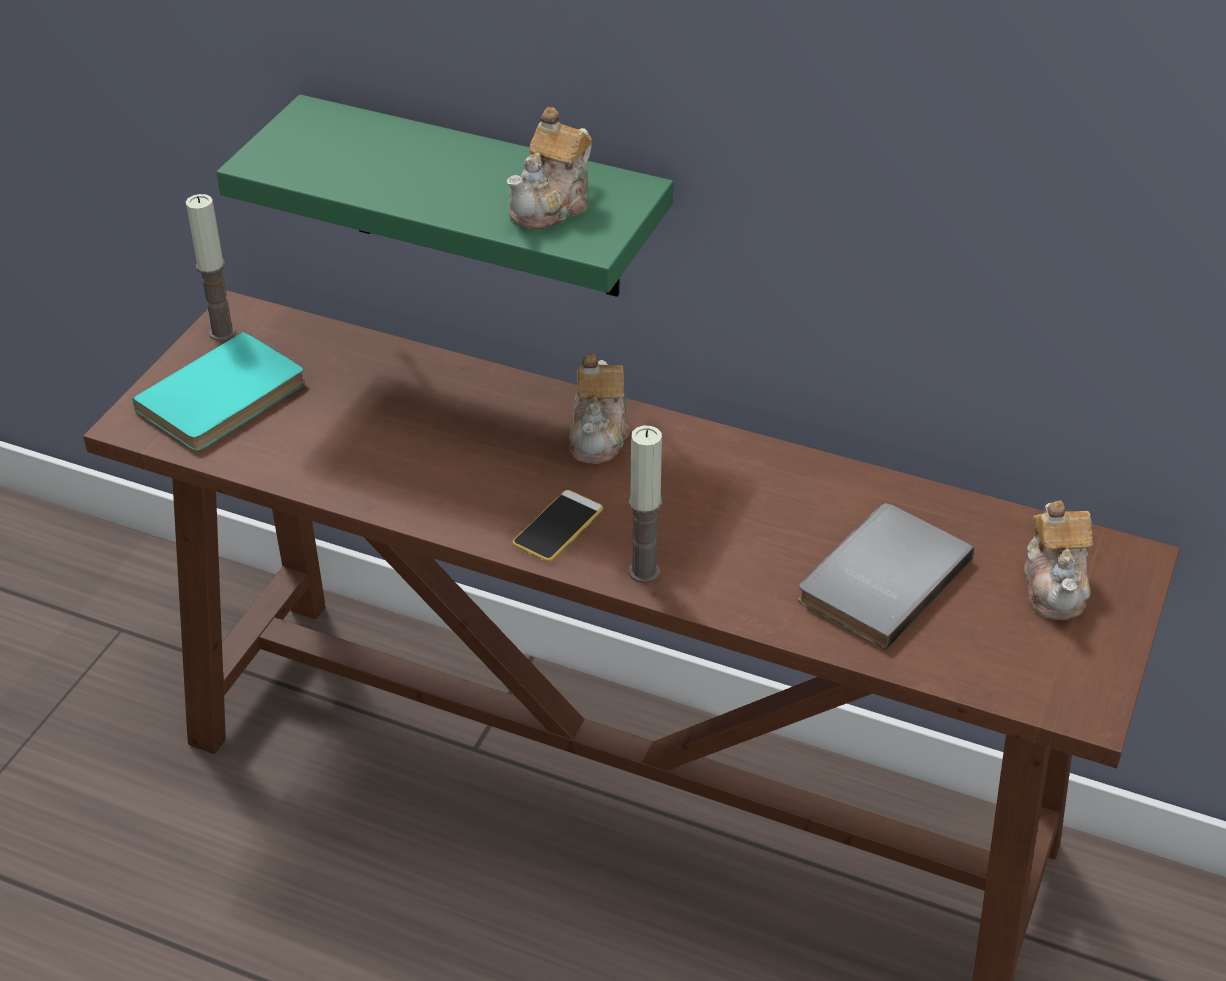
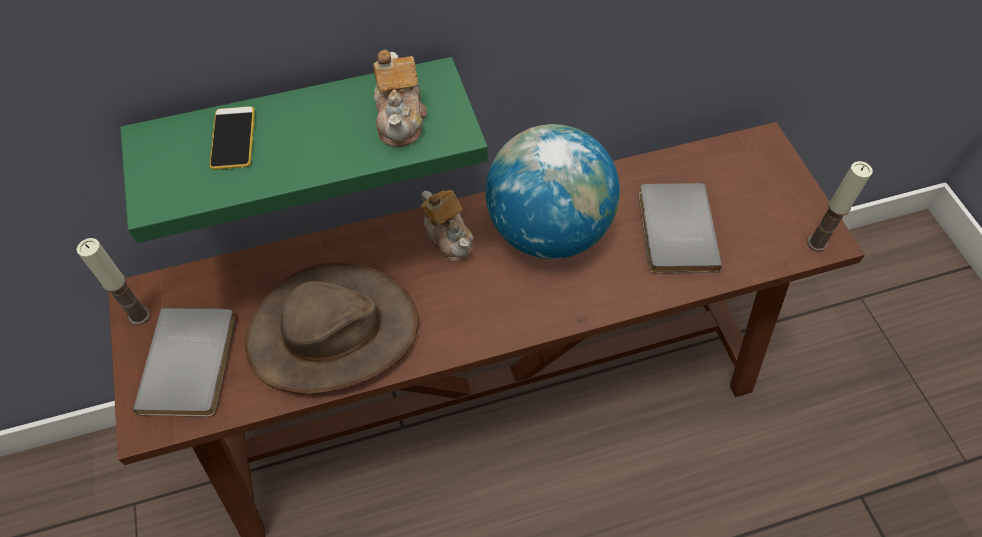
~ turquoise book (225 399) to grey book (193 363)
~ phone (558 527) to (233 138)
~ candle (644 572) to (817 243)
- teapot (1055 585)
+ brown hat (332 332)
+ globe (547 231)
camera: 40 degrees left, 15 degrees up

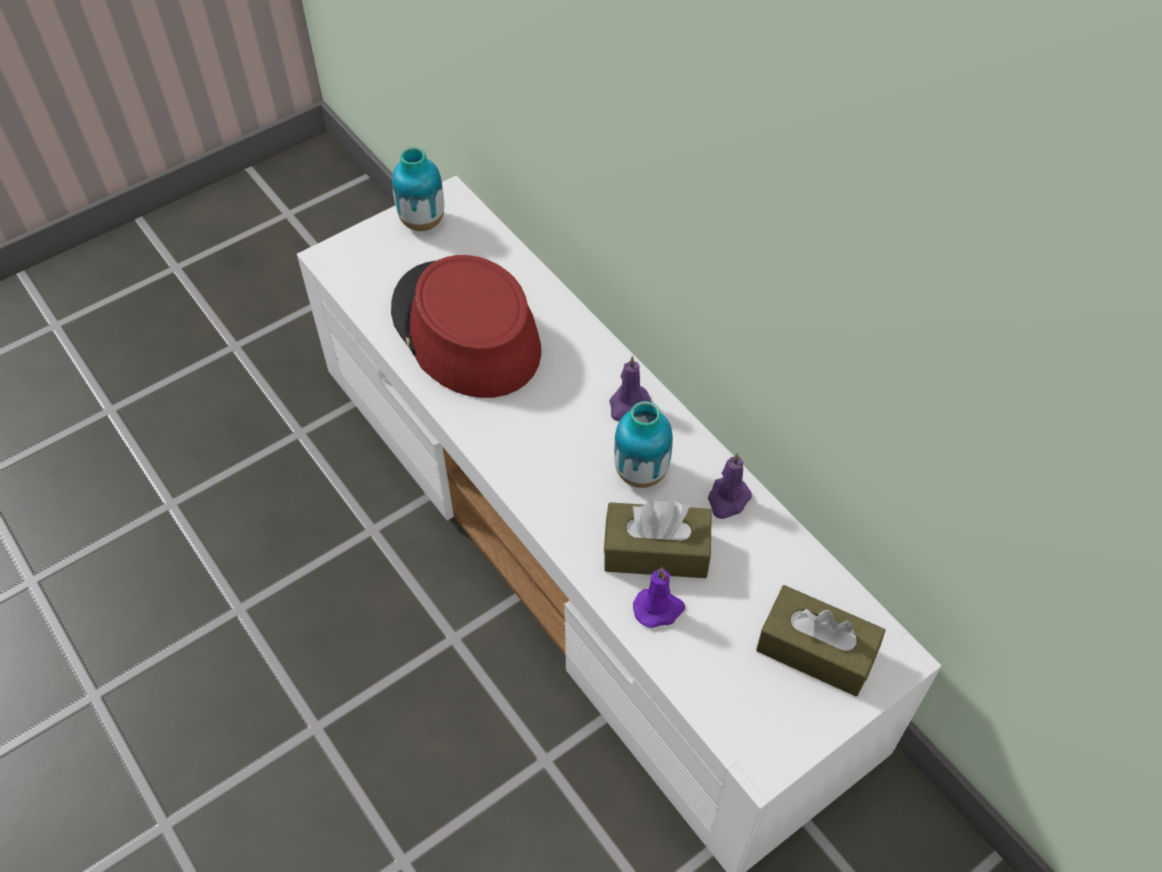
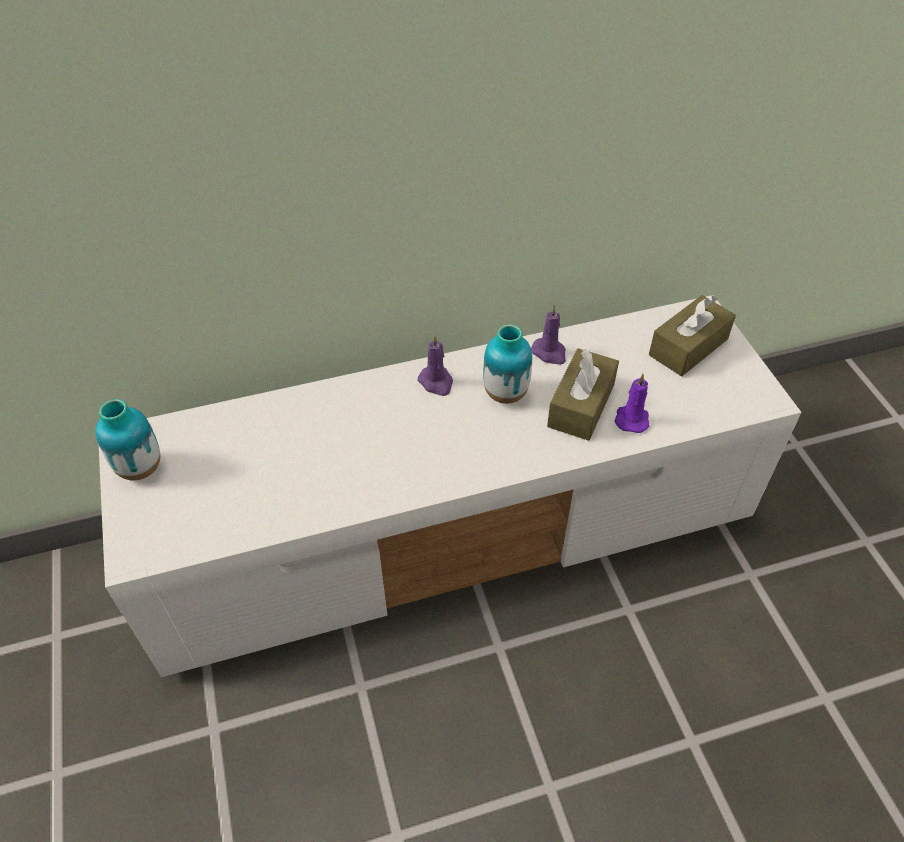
- red hat (464 331)
camera: 70 degrees left, 5 degrees down

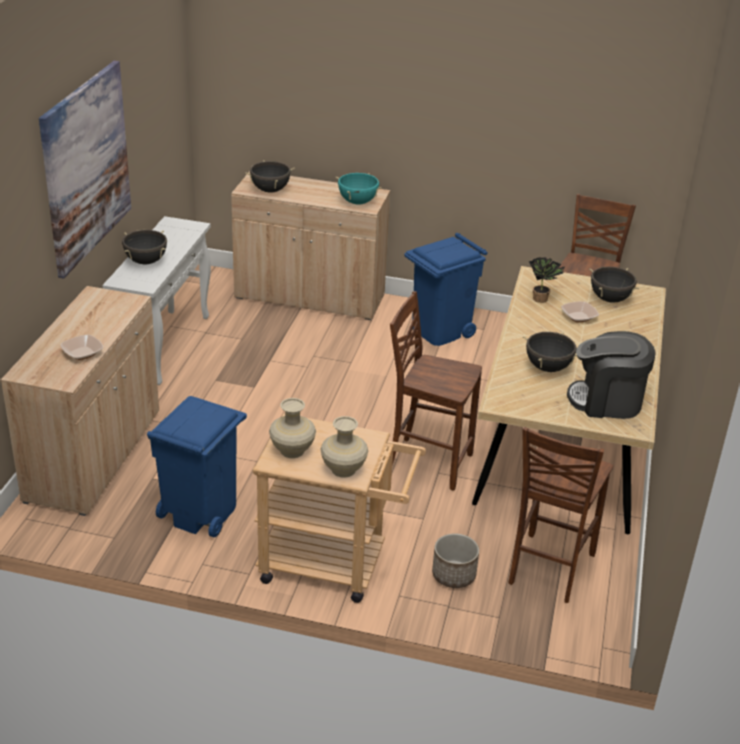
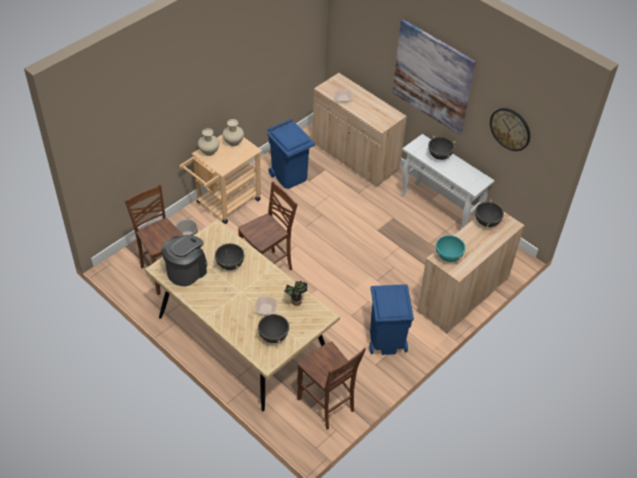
+ wall clock (510 129)
camera: 120 degrees right, 15 degrees up

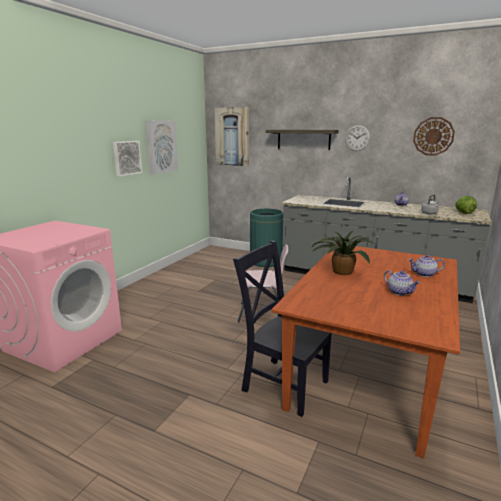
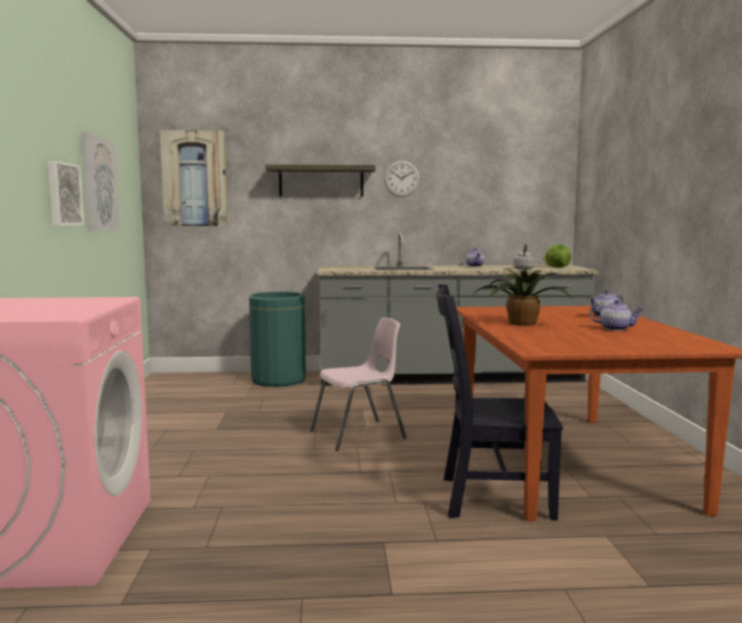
- wall clock (433 136)
camera: 30 degrees left, 10 degrees down

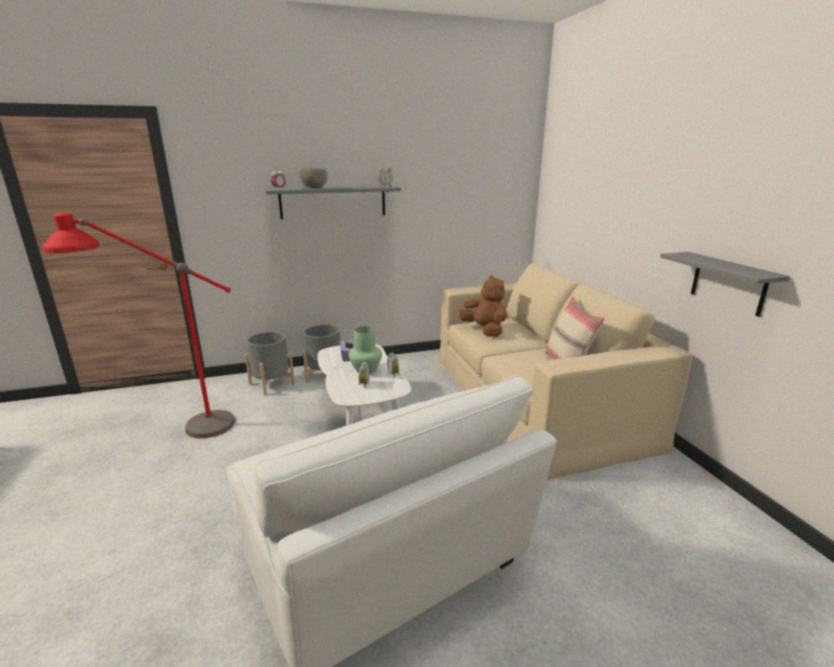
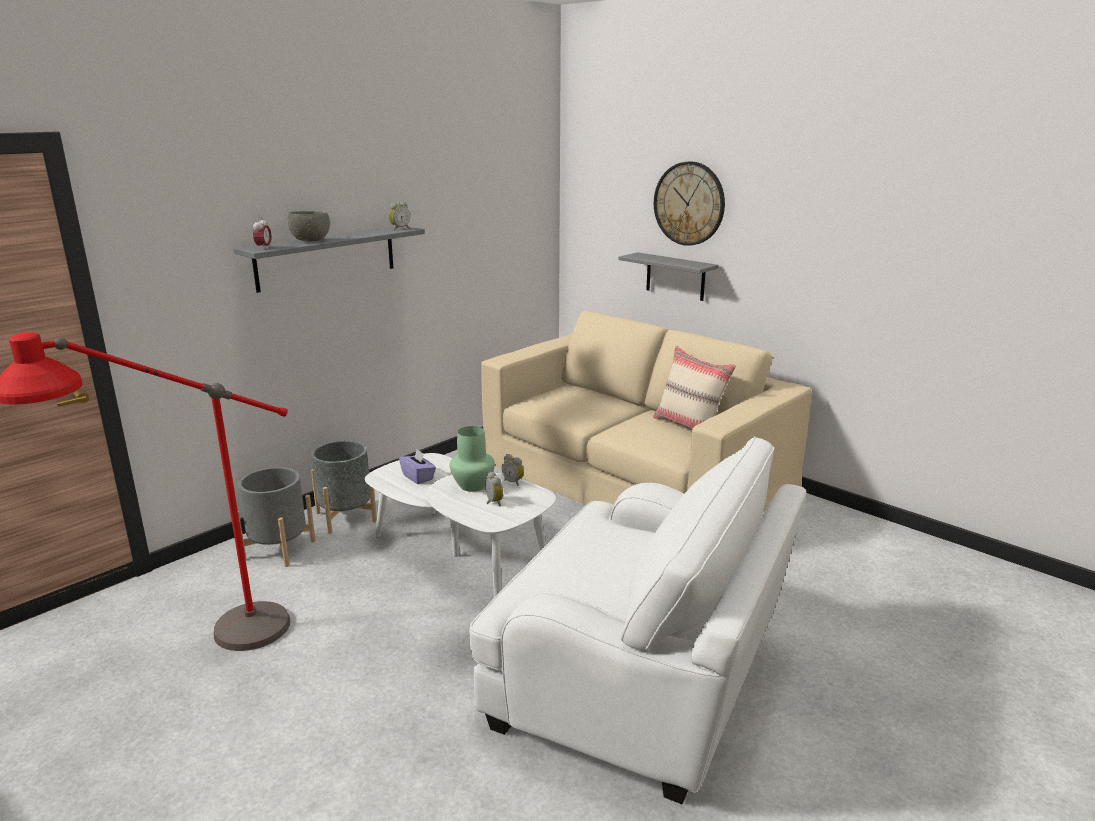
- brown plush toy (484 330)
~ grey shelf (728 283) to (675 276)
+ wall clock (689 203)
camera: 30 degrees left, 0 degrees up

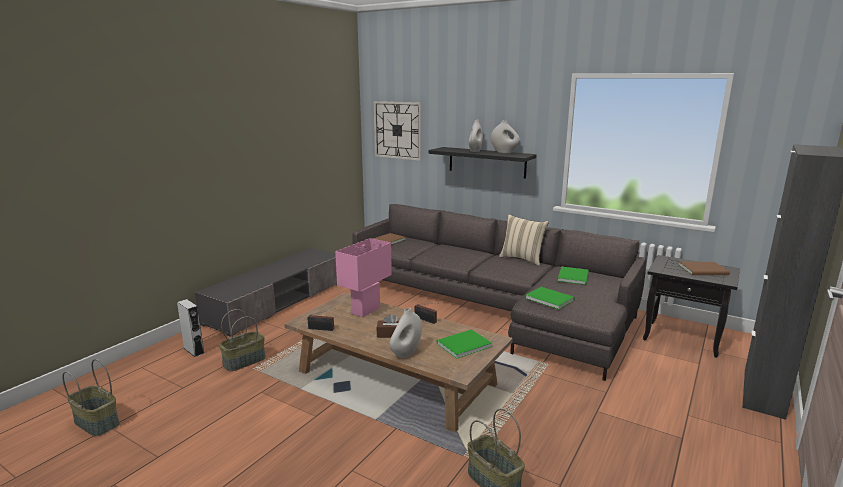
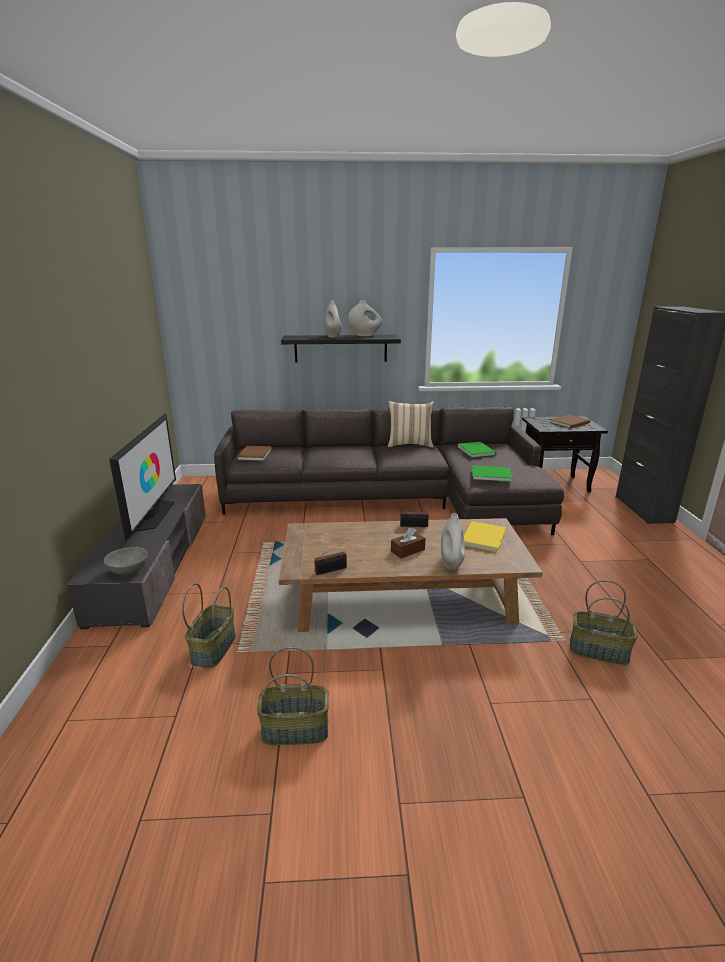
~ basket (98 422) to (296 729)
- grey speaker (194 350)
- pink table lamp (366 310)
- wall clock (397 130)
~ green book (462 345) to yellow book (482 538)
+ grey bowl (128 571)
+ television (153 515)
camera: 35 degrees left, 5 degrees up

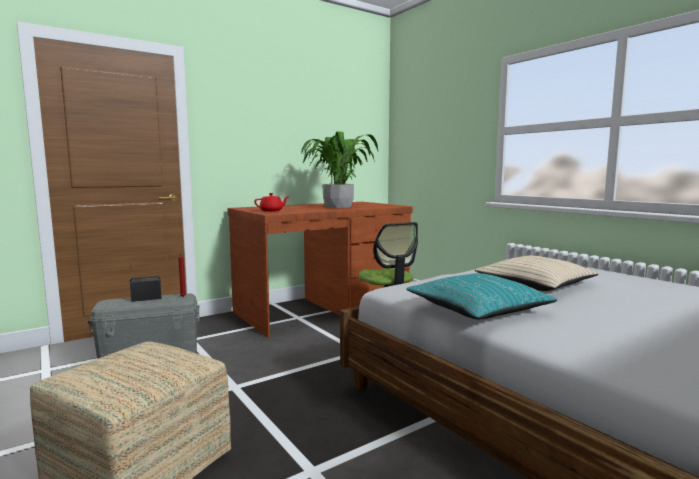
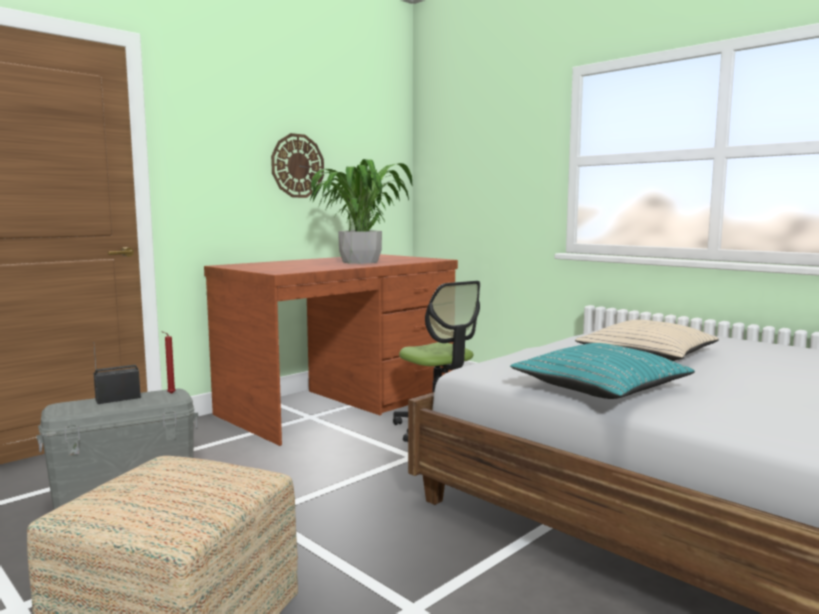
- red teapot (272 211)
+ wall clock (297 166)
camera: 10 degrees left, 0 degrees up

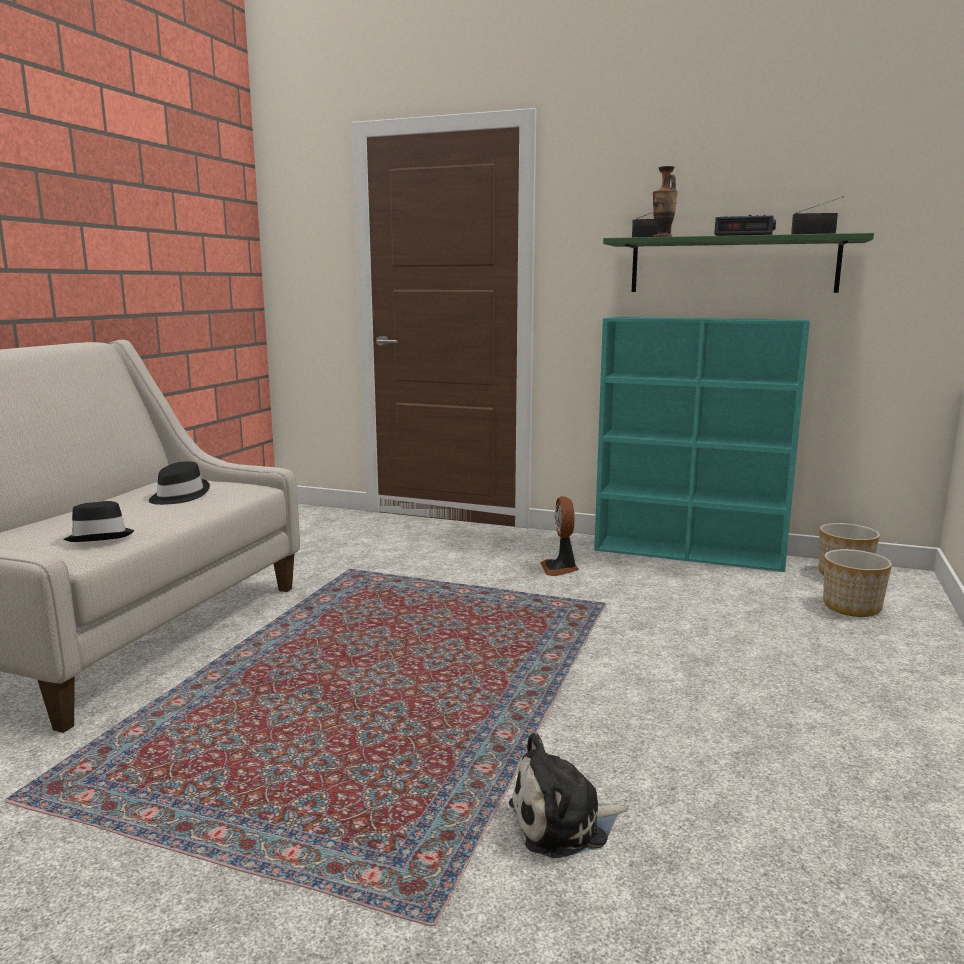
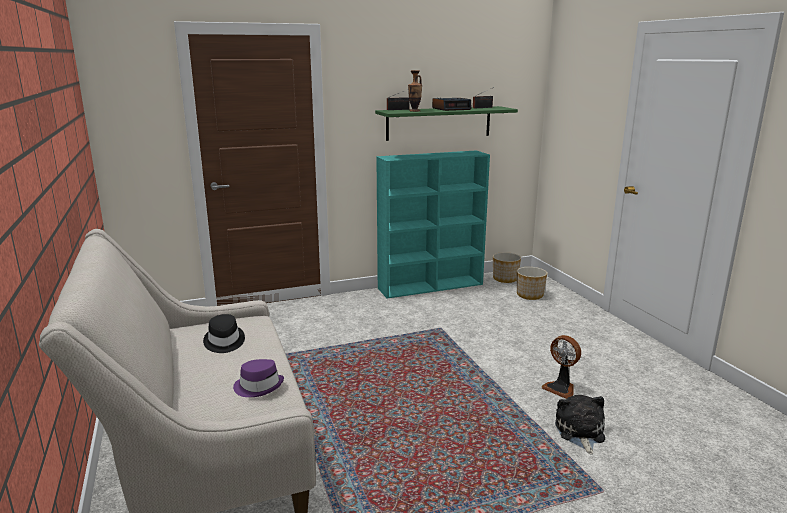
~ black hat (100 536) to purple hat (258 386)
~ plush toy (564 823) = (580 432) 150 degrees clockwise
~ fan (560 568) to (560 388)
camera: 40 degrees left, 5 degrees up

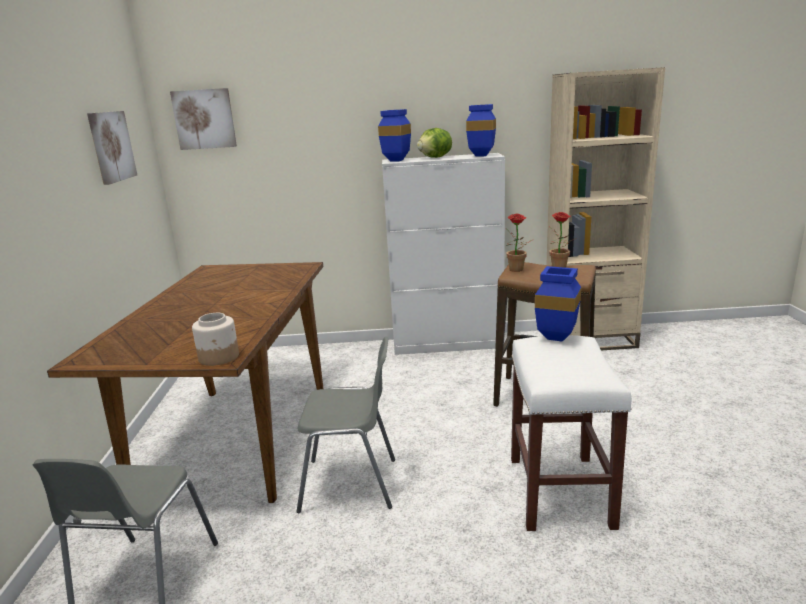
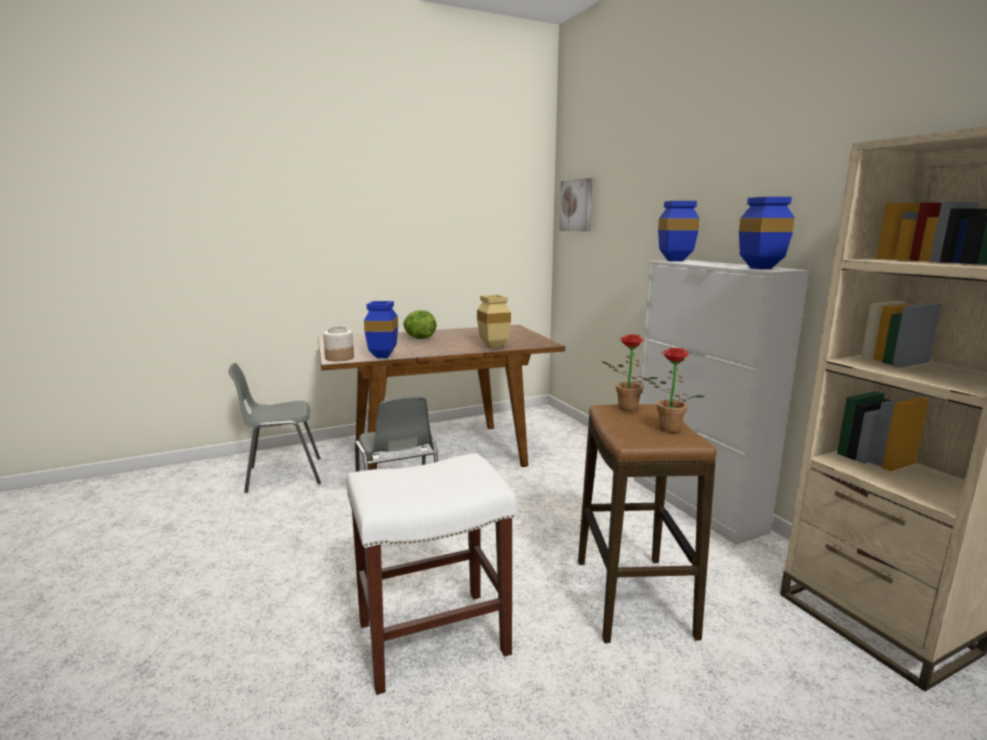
- picture (111 146)
~ lettuce (435 157) to (419 338)
~ blue vase (553 338) to (382 356)
+ beige vase (495 347)
camera: 65 degrees right, 5 degrees down

